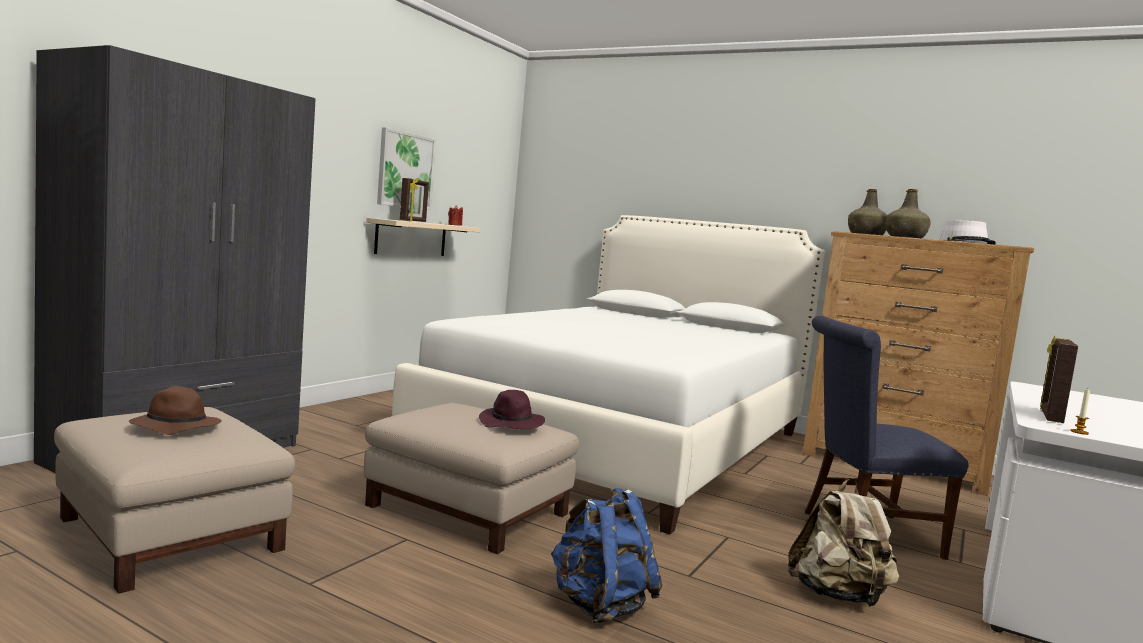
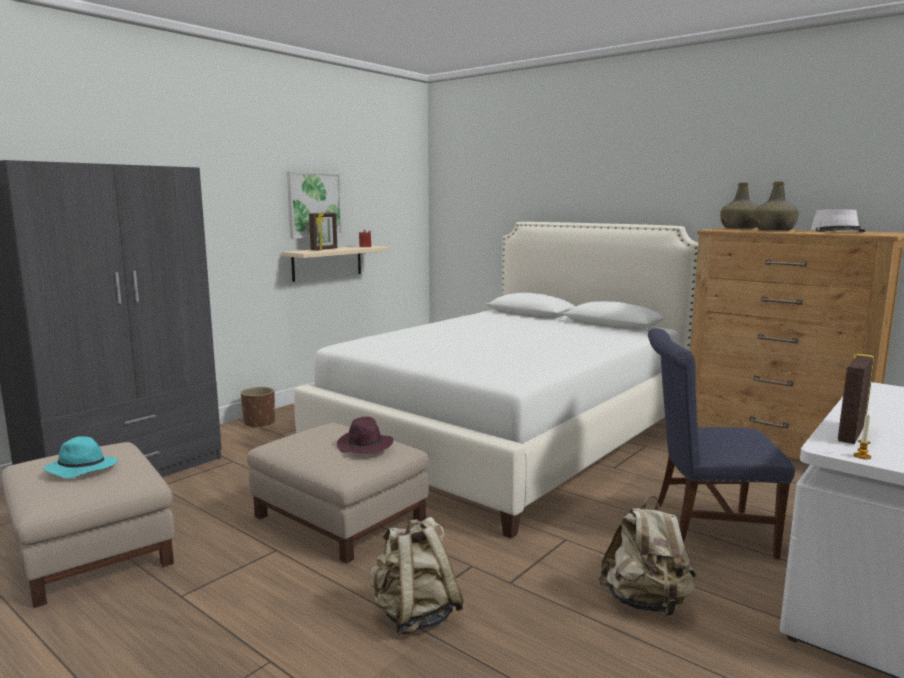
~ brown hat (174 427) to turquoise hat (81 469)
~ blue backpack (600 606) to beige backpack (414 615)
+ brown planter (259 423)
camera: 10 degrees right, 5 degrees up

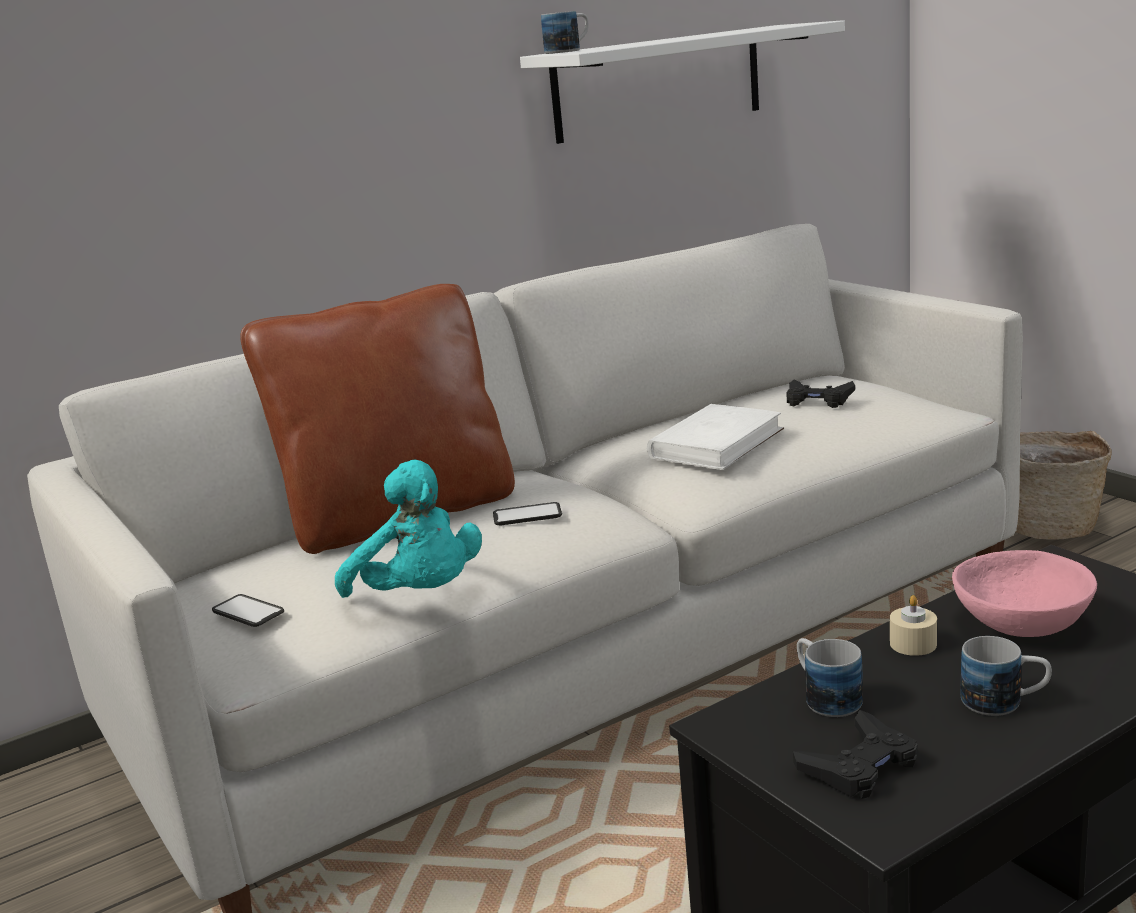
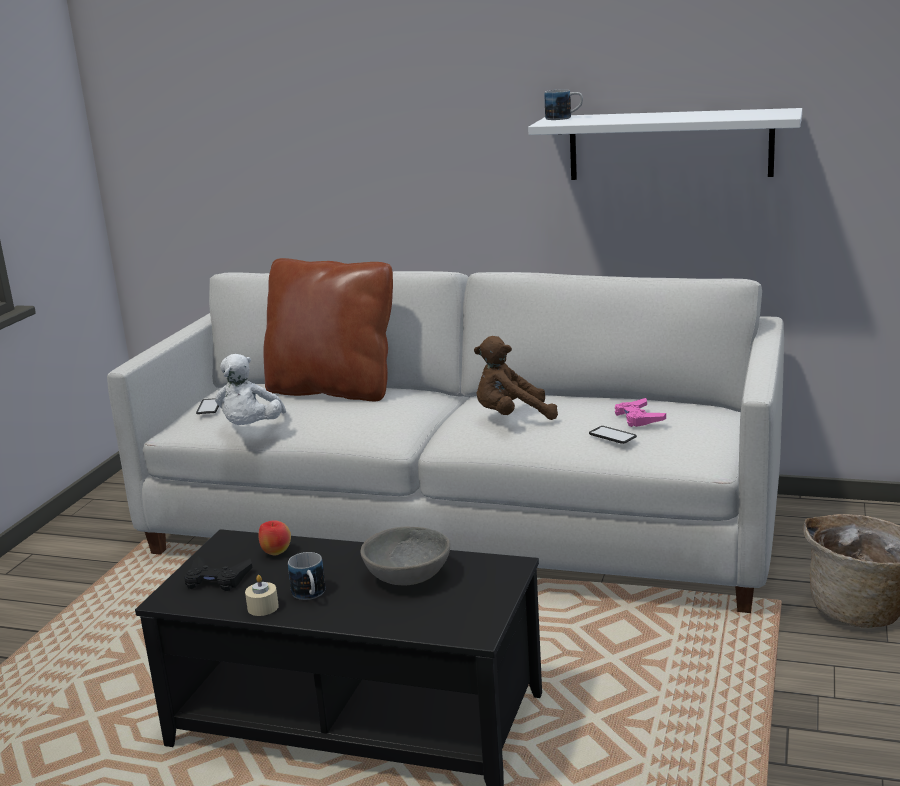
~ turquoise plush toy (420 595) to white plush toy (251 429)
~ phone (527 515) to (612 435)
~ white book (716 444) to brown plush toy (511 417)
~ black game controller (818 400) to pink game controller (638 418)
~ mug (825 697) to apple (276 553)
~ beige candle (913 644) to (263 607)
~ pink bowl (1020 624) to grey bowl (409 576)
camera: 50 degrees right, 0 degrees up

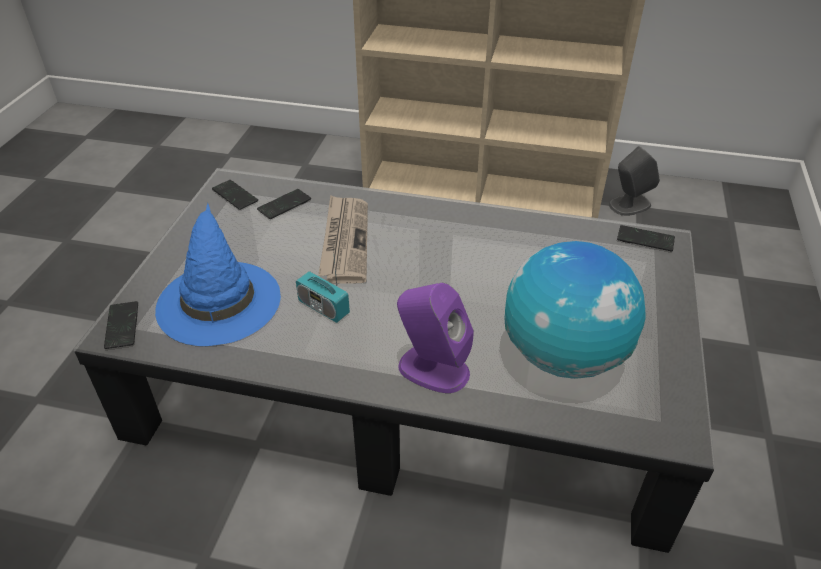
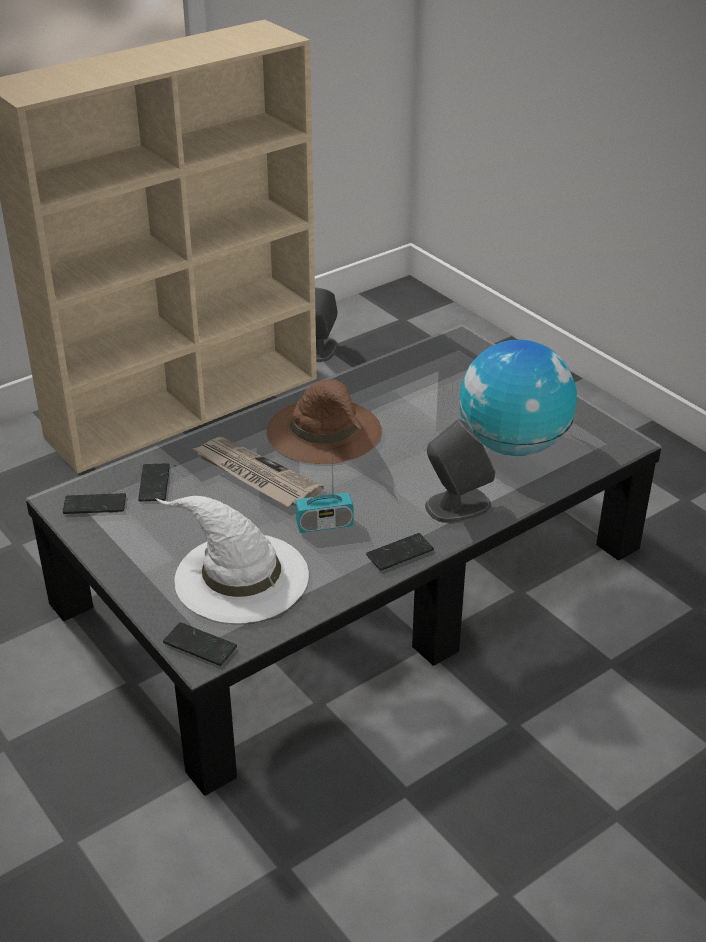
~ blue hat (218 300) to white hat (239 576)
~ purple speaker (432 369) to grey speaker (457 506)
~ phone (645 239) to (400 553)
+ brown hat (325 431)
camera: 50 degrees left, 5 degrees down

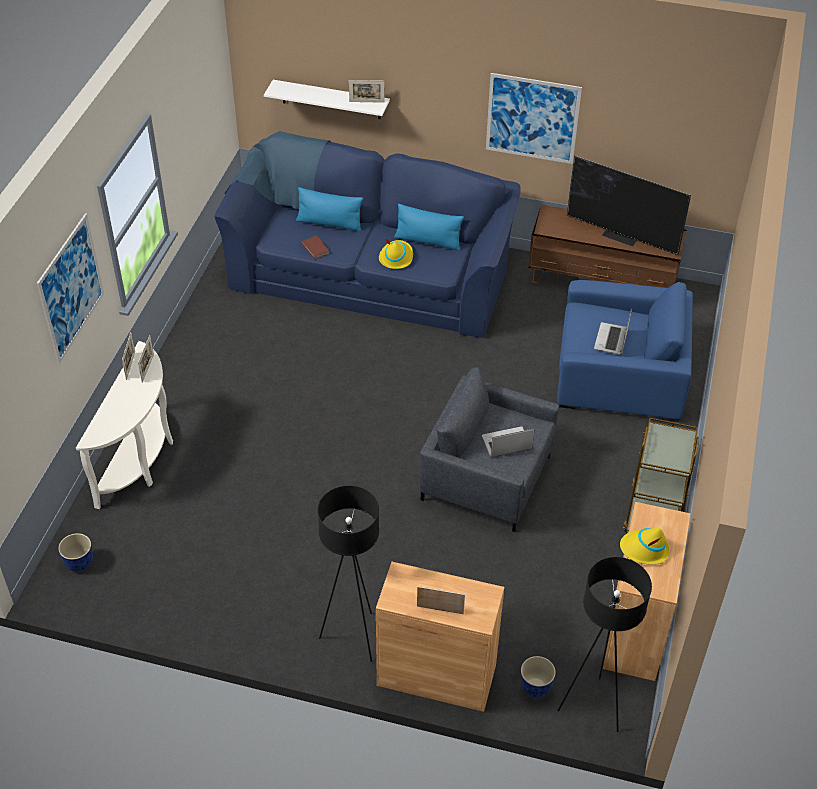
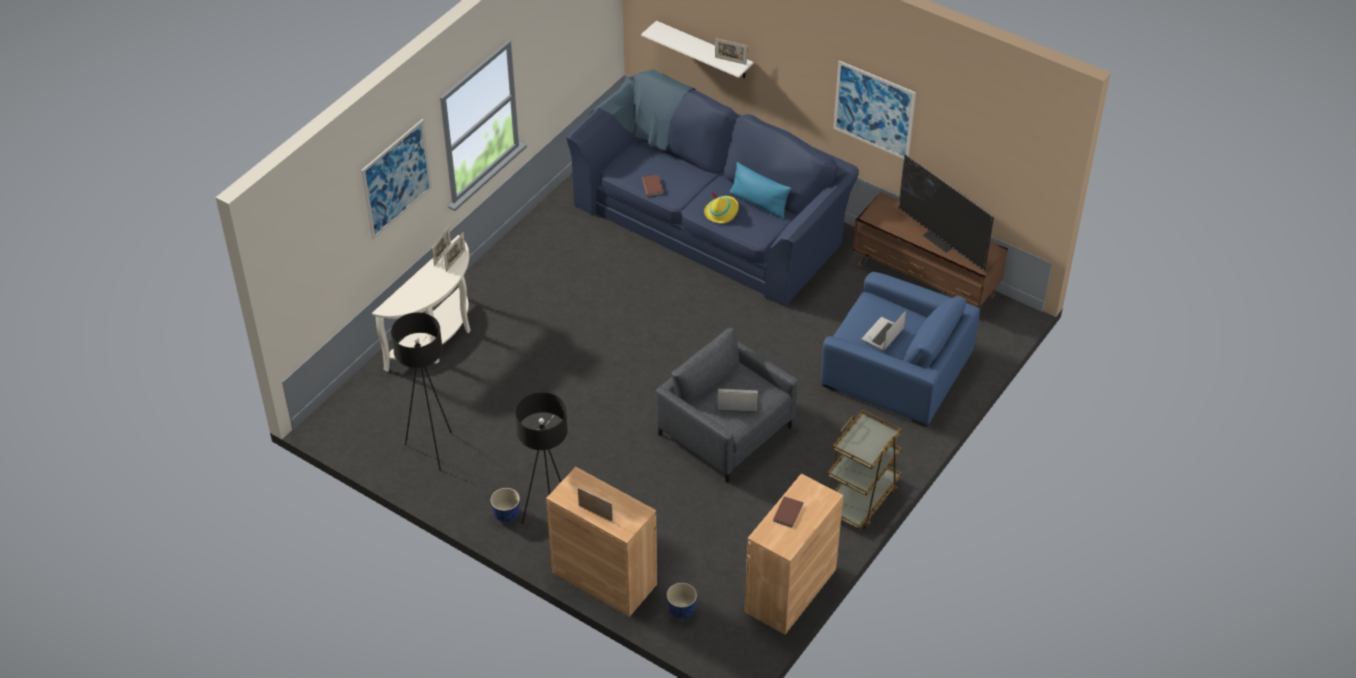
~ planter (79 563) to (506 515)
- blue pillow (329 223)
~ black floor lamp (591 707) to (432 449)
~ yellow hat (644 549) to brown book (787 513)
camera: 20 degrees right, 0 degrees up

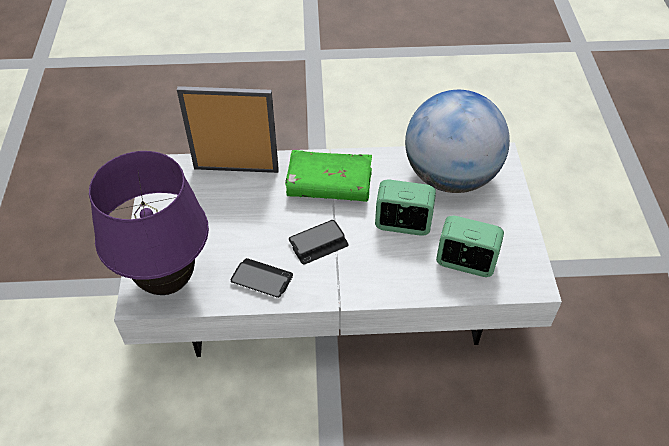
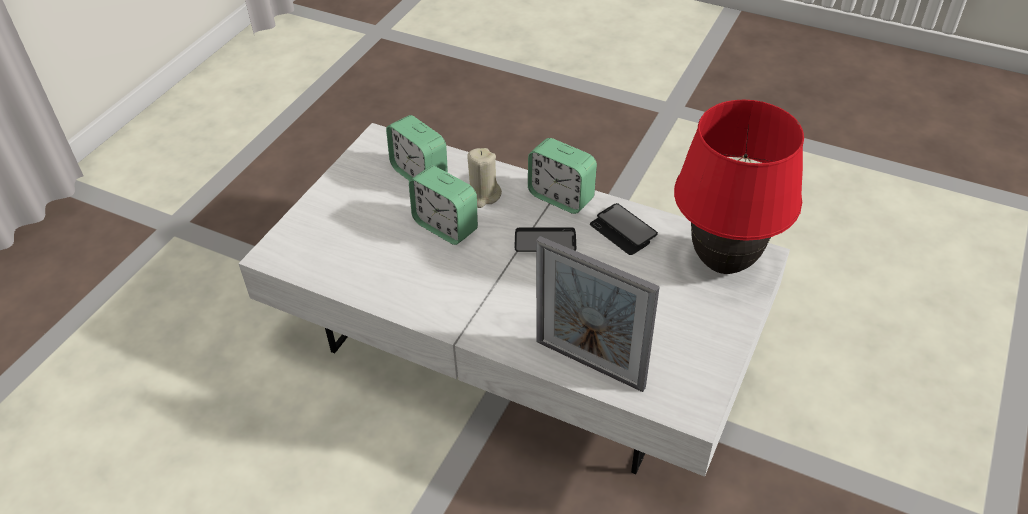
~ purple table lamp (167 281) to red table lamp (723 263)
- green book (329 185)
- globe (450 176)
+ beige candle (483 196)
+ alarm clock (561 197)
camera: 150 degrees left, 5 degrees down

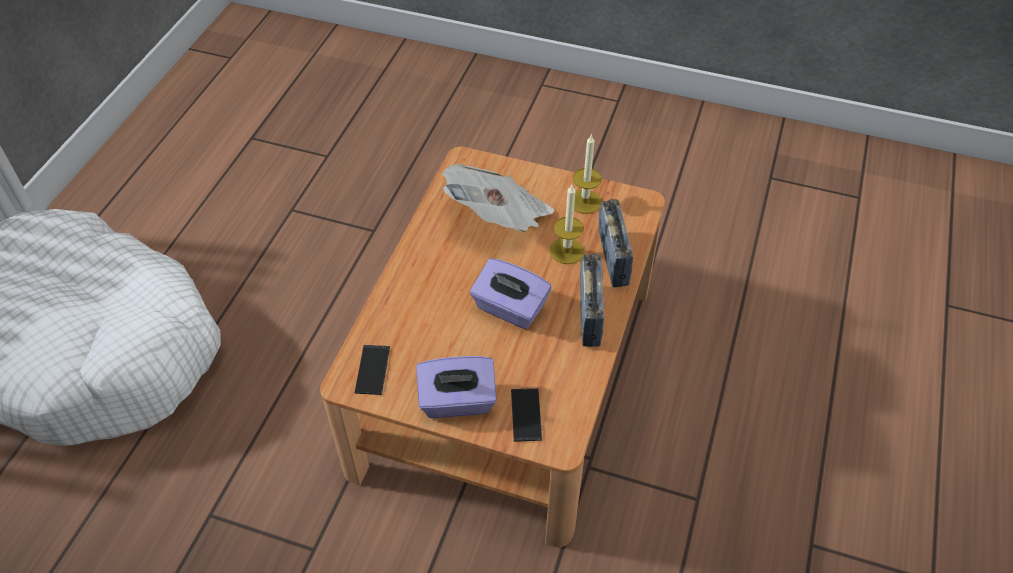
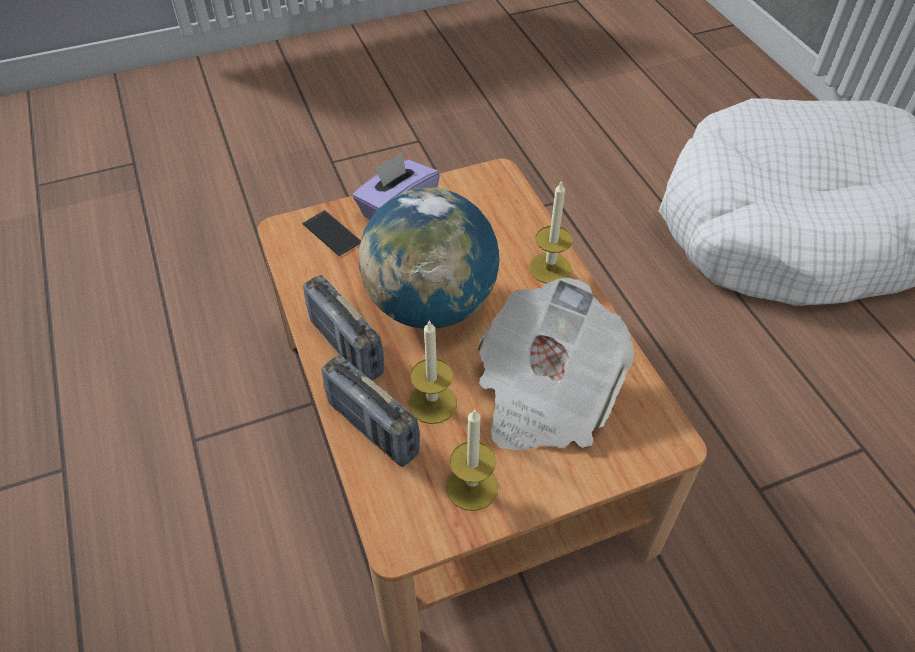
- phone (372 370)
~ purple tissue box (509 308) to globe (431 305)
+ candle (550 268)
camera: 140 degrees right, 0 degrees up

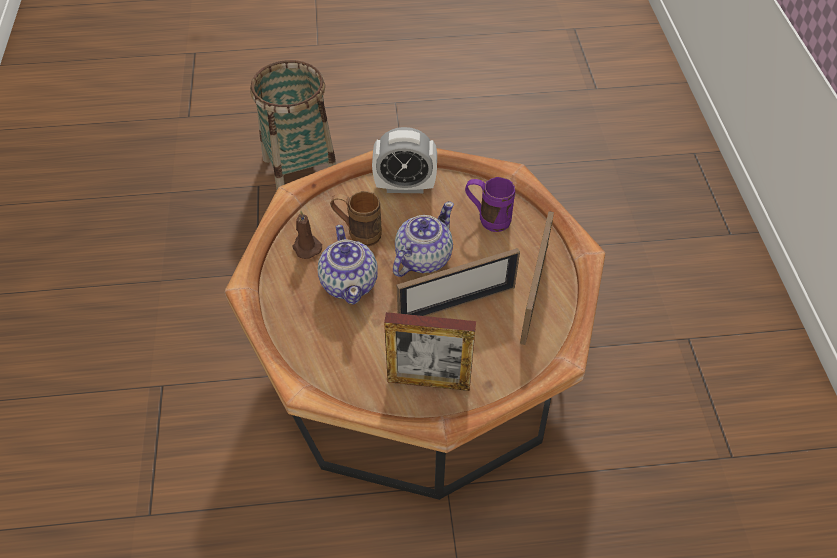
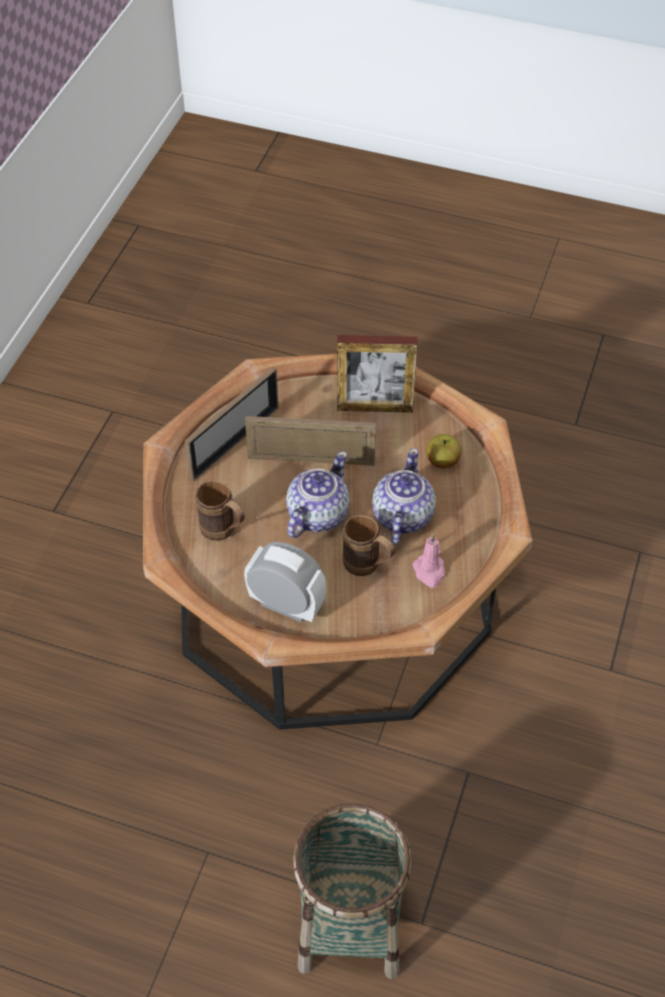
~ brown candle (306 247) to pink candle (429 572)
~ picture frame (429 381) = (374 407) 150 degrees clockwise
~ teapot (422 258) = (316 515) 150 degrees clockwise
~ purple mug (487 219) to brown mug (223 532)
+ apple (442 461)
camera: 155 degrees left, 0 degrees up

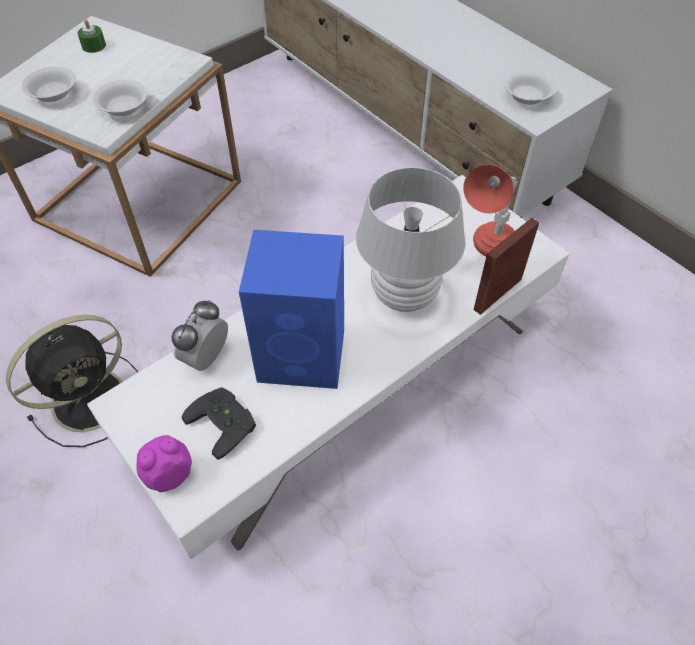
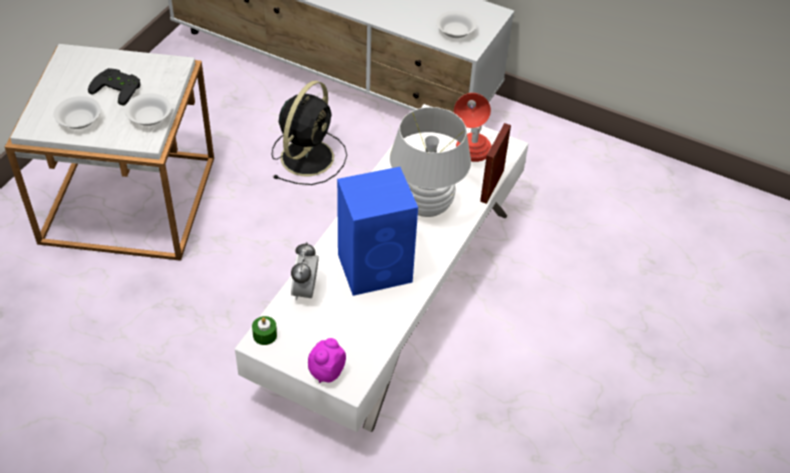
~ black fan (92 398) to (308 156)
~ green candle (94 46) to (265 335)
~ black game controller (225 421) to (118 88)
camera: 25 degrees left, 5 degrees down

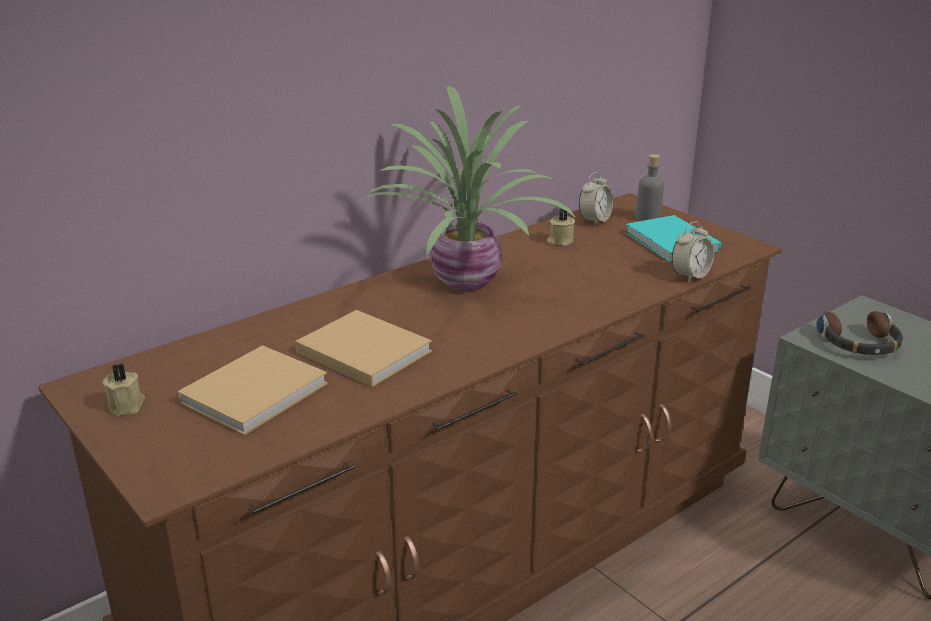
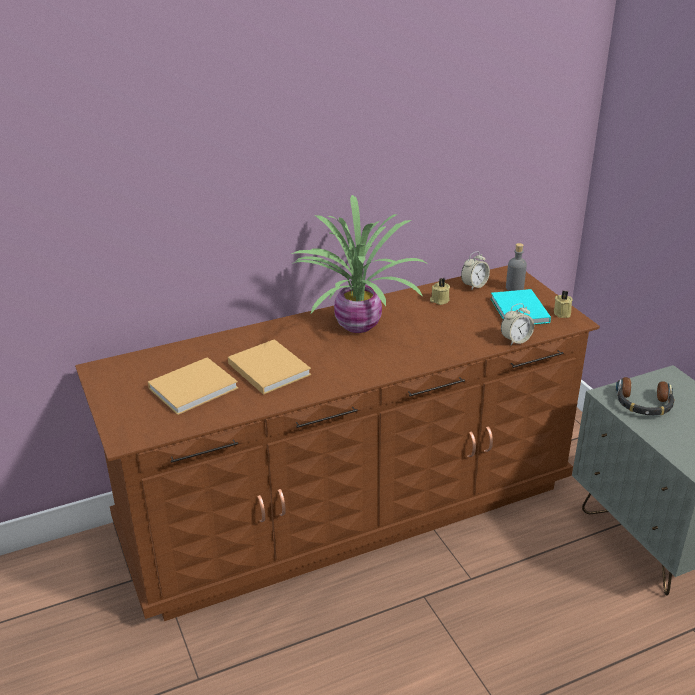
~ beige candle (128 405) to (563 313)
camera: 15 degrees right, 5 degrees up

